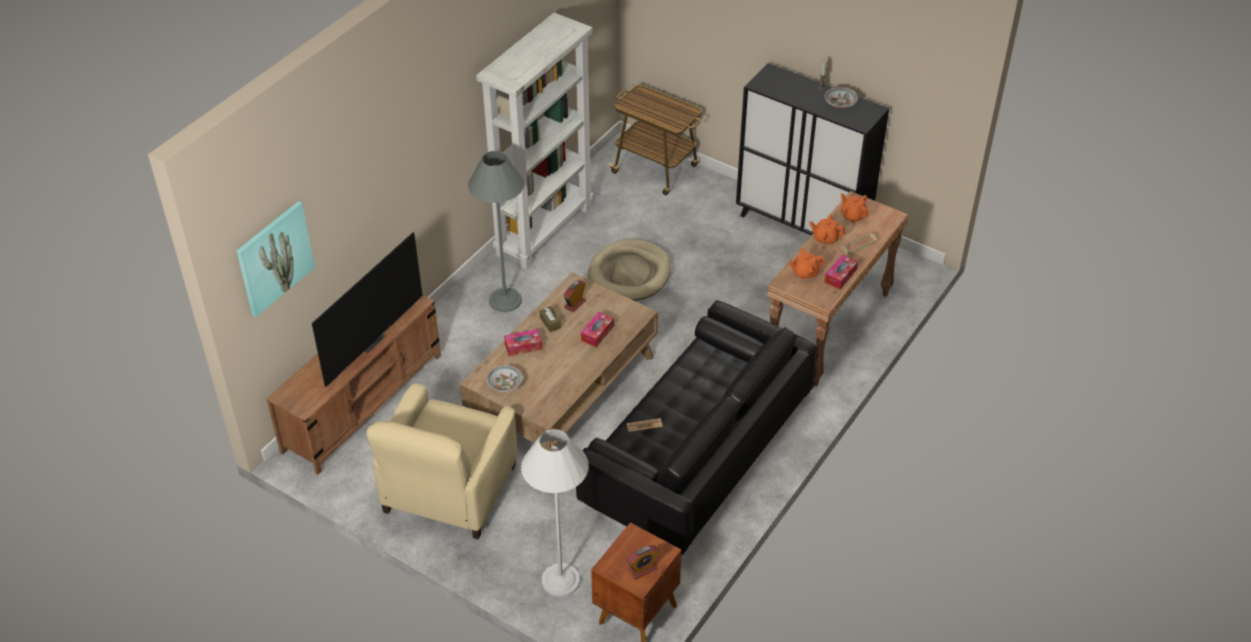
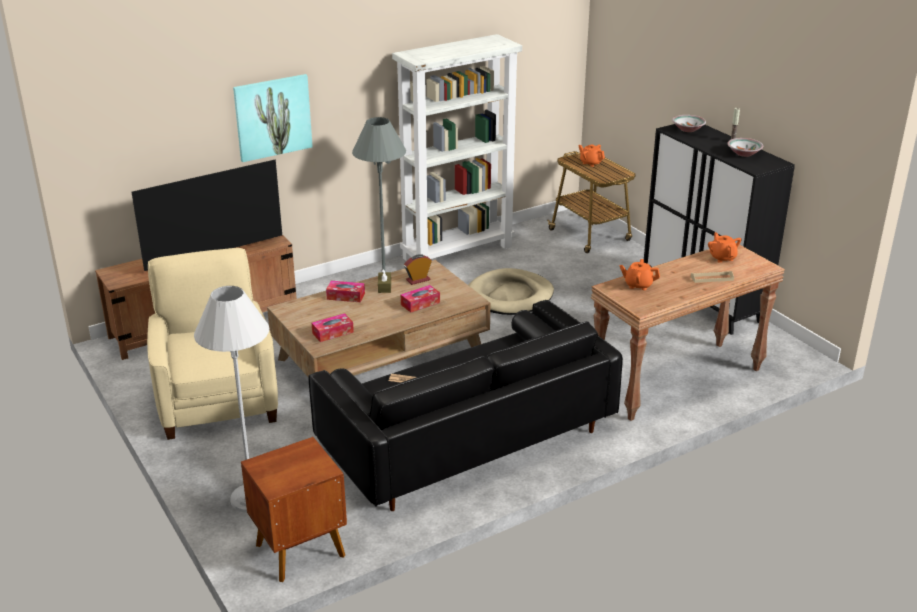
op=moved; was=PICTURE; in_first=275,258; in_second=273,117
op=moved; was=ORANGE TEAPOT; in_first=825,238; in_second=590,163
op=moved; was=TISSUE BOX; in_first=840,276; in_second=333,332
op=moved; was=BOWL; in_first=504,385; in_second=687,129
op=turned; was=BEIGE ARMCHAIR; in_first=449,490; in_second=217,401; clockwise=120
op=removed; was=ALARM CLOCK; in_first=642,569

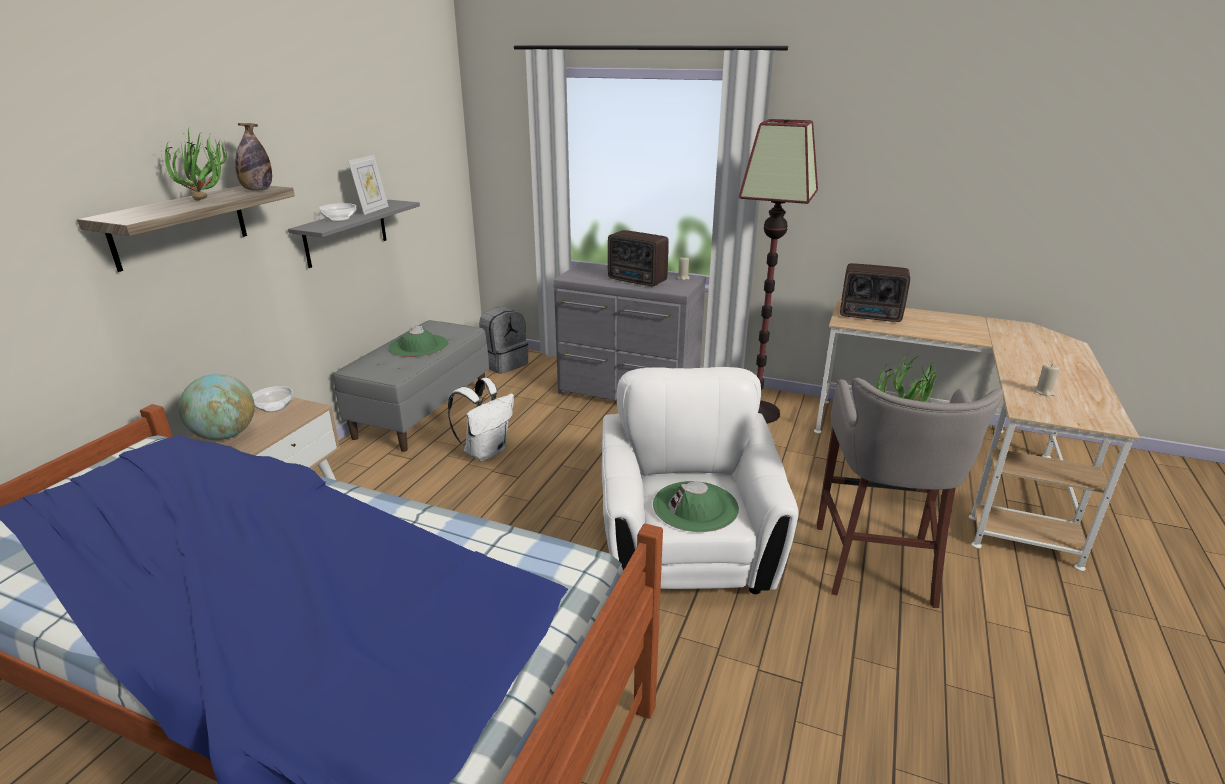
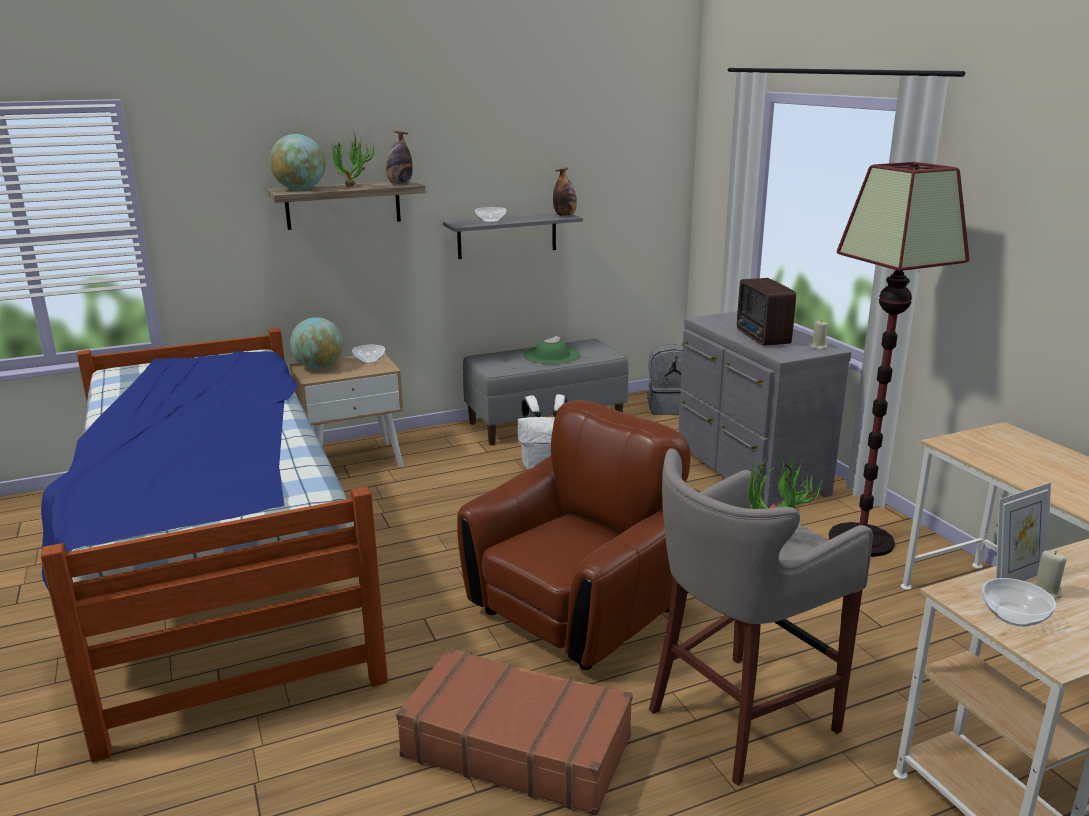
op=moved; was=PICTURE FRAME; in_first=372,210; in_second=1014,577
op=removed; was=RADIO; in_first=871,316
op=recoloured; was=WHITE ARMCHAIR; now=BROWN ARMCHAIR; in_first=687,549; in_second=582,608
op=removed; was=GREEN HAT; in_first=695,506
op=added; now=GLOBE; in_second=300,189
op=added; now=BOTTLE; in_second=565,215
op=added; now=BOWL; in_second=1013,615
op=added; now=BROWN SUITCASE; in_second=517,745

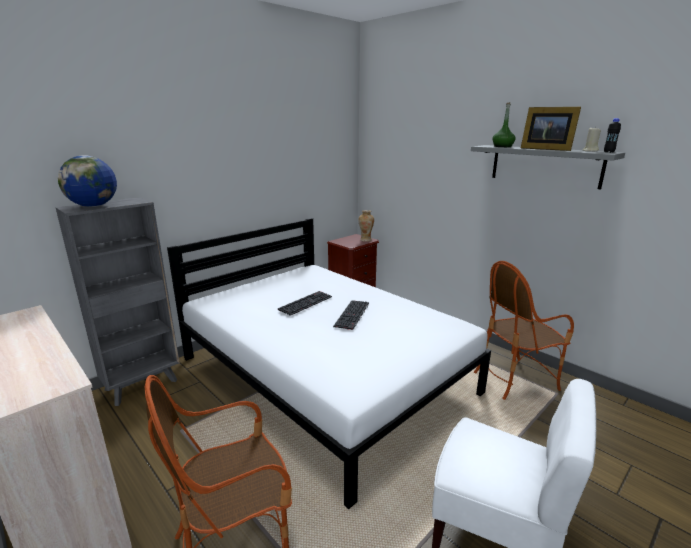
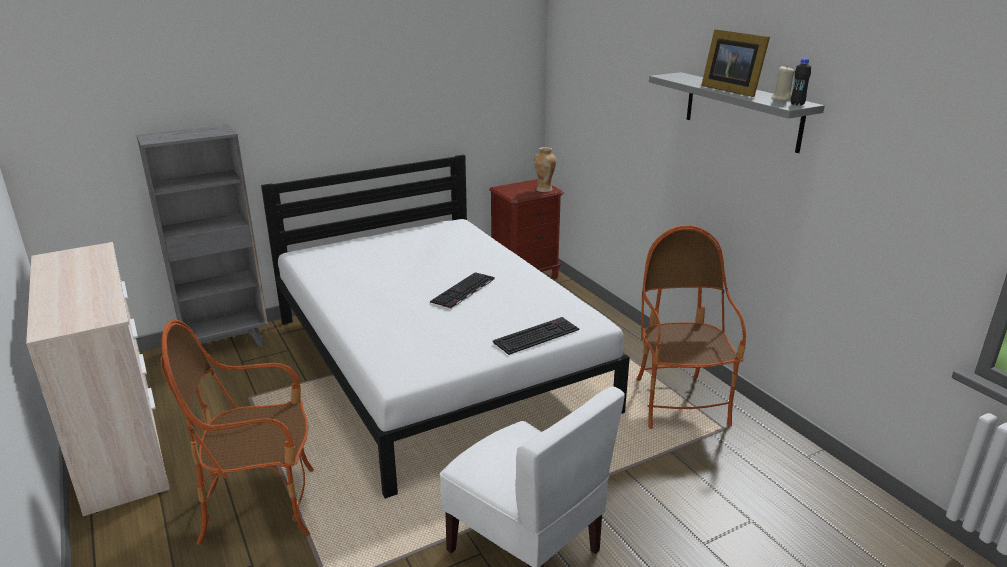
op=removed; was=GREEN BOTTLE; in_first=502,146
op=removed; was=GLOBE; in_first=93,206
op=turned; was=ARMCHAIR; in_first=514,379; in_second=679,403; clockwise=90
op=moved; was=KEYBOARD; in_first=305,302; in_second=536,335

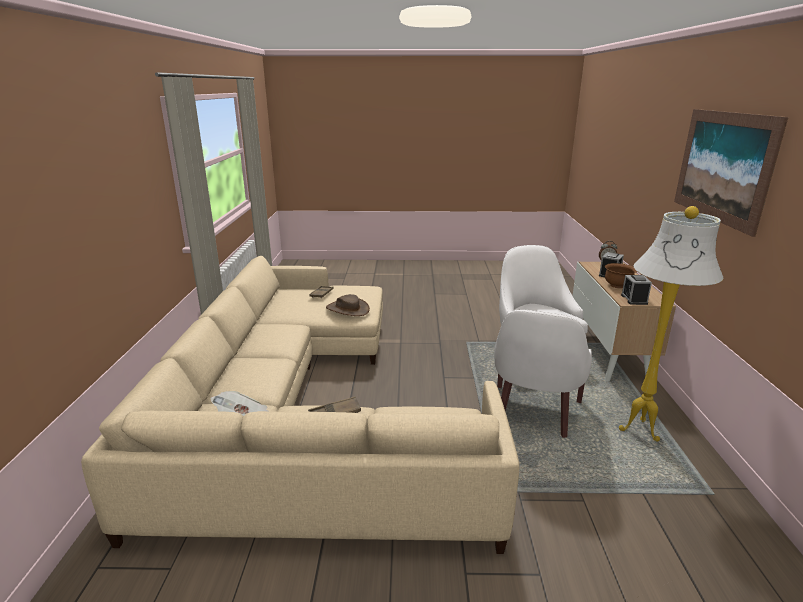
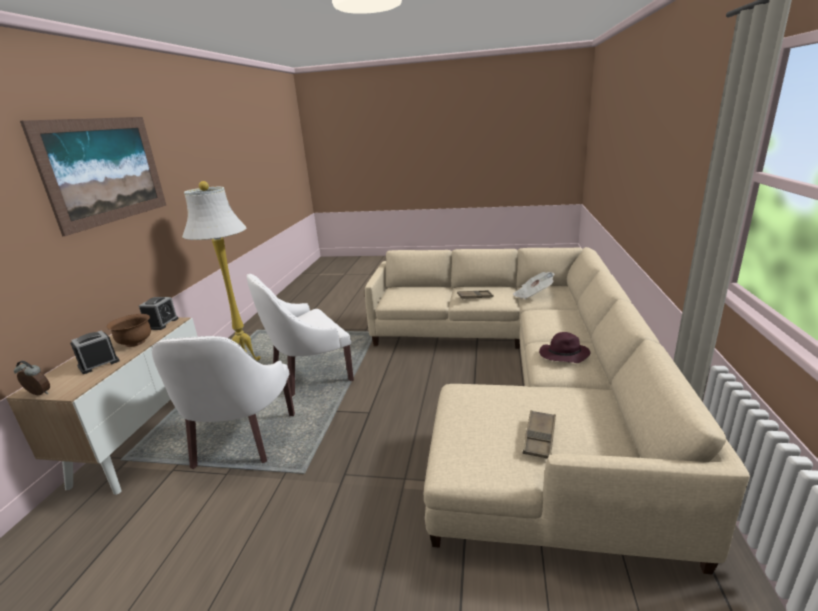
op=removed; was=BROWN HAT; in_first=347,309
op=turned; was=WHITE ARMCHAIR; in_first=534,412; in_second=309,374; clockwise=-150
op=added; now=PURPLE HAT; in_second=563,355

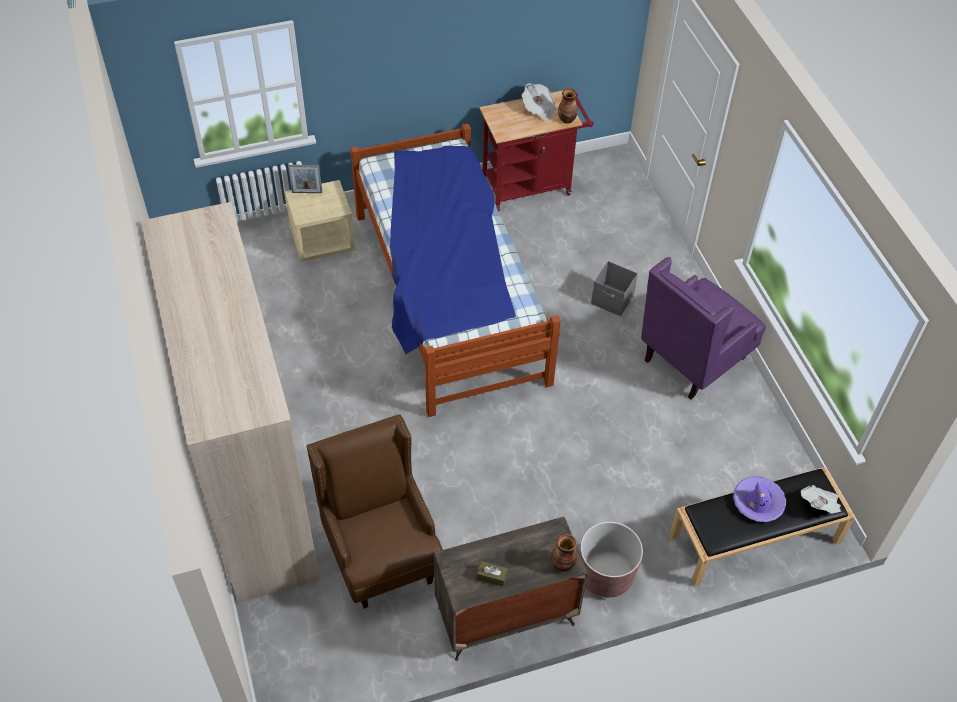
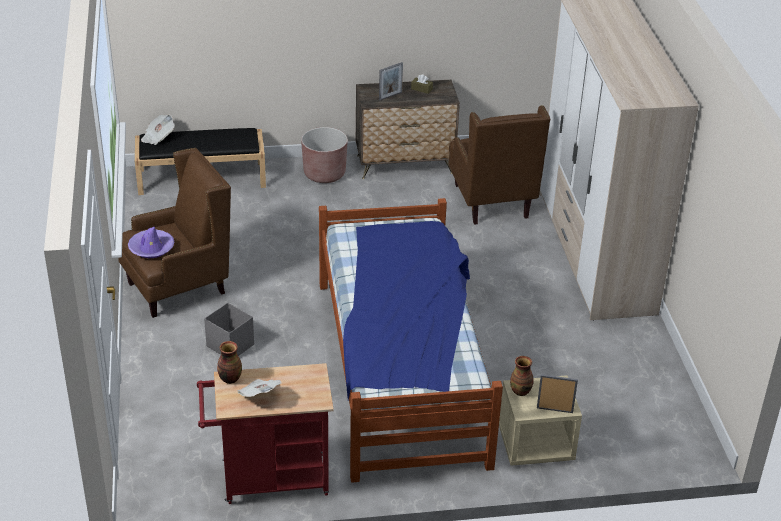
op=recoloured; was=PURPLE ARMCHAIR; now=BROWN ARMCHAIR; in_first=693,360; in_second=178,287
op=moved; was=PURPLE HAT; in_first=758,502; in_second=151,248
op=moved; was=VASE; in_first=562,564; in_second=521,391
op=added; now=PICTURE FRAME; in_second=390,96

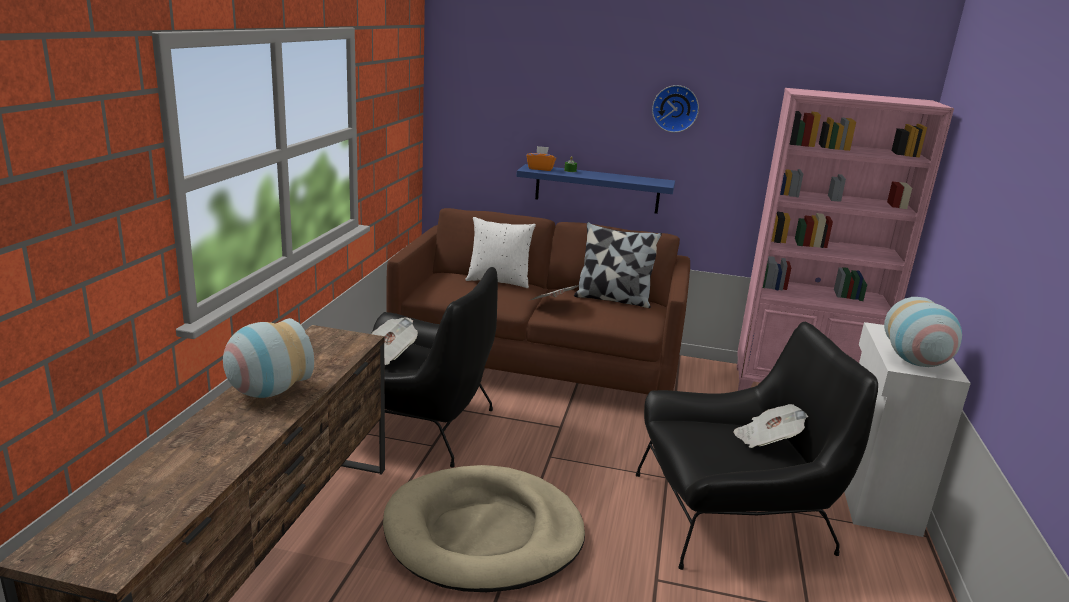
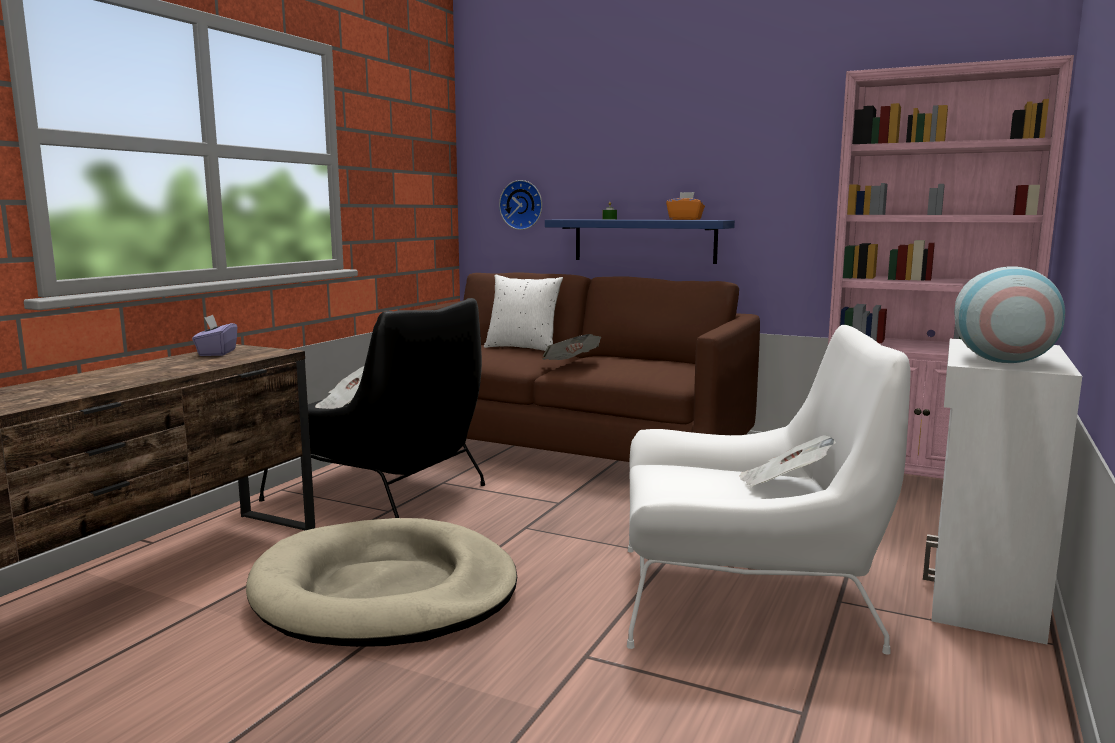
op=moved; was=WALL CLOCK; in_first=675,108; in_second=522,205
op=moved; was=ORANGE TISSUE BOX; in_first=540,168; in_second=685,219
op=removed; was=PILLOW; in_first=613,299
op=removed; was=VASE; in_first=267,392
op=recoloured; was=BLACK ARMCHAIR; now=WHITE ARMCHAIR; in_first=733,514; in_second=744,597
op=added; now=PURPLE TISSUE BOX; in_second=216,353

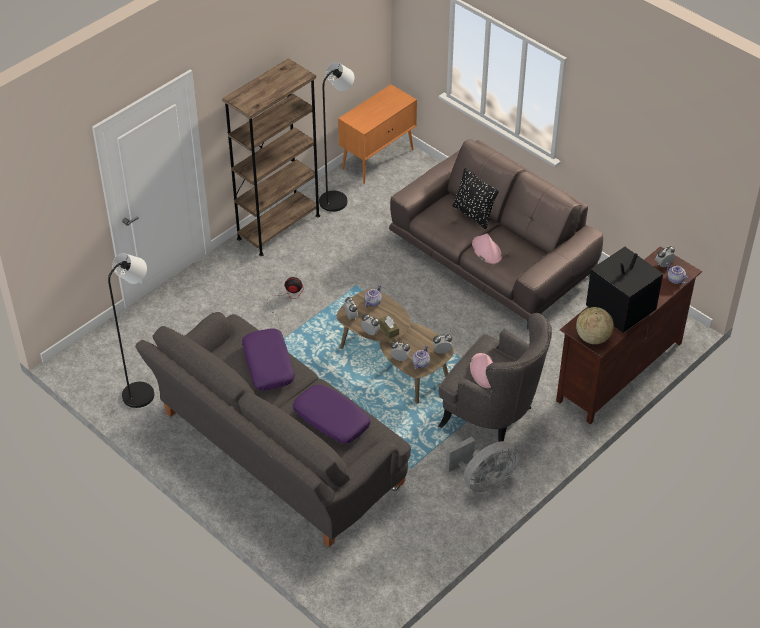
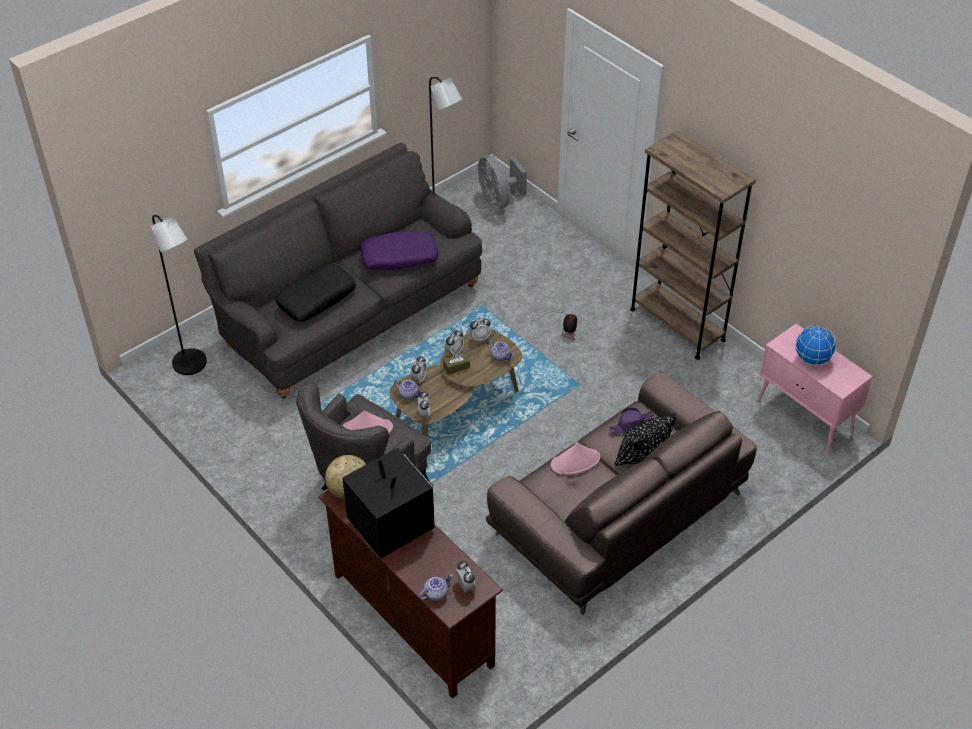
op=moved; was=BLACK FLOOR LAMP; in_first=337,199; in_second=193,366
op=recoloured; was=ORANGE CABINET; now=PINK CABINET; in_first=378,159; in_second=805,418
op=recoloured; was=PURPLE PILLOW; now=BLACK PILLOW; in_first=331,420; in_second=316,298
op=moved; was=GREY FAN; in_first=483,480; in_second=499,200
op=added; now=GLOBE; in_second=812,359
op=added; now=PURPLE HAT; in_second=631,424

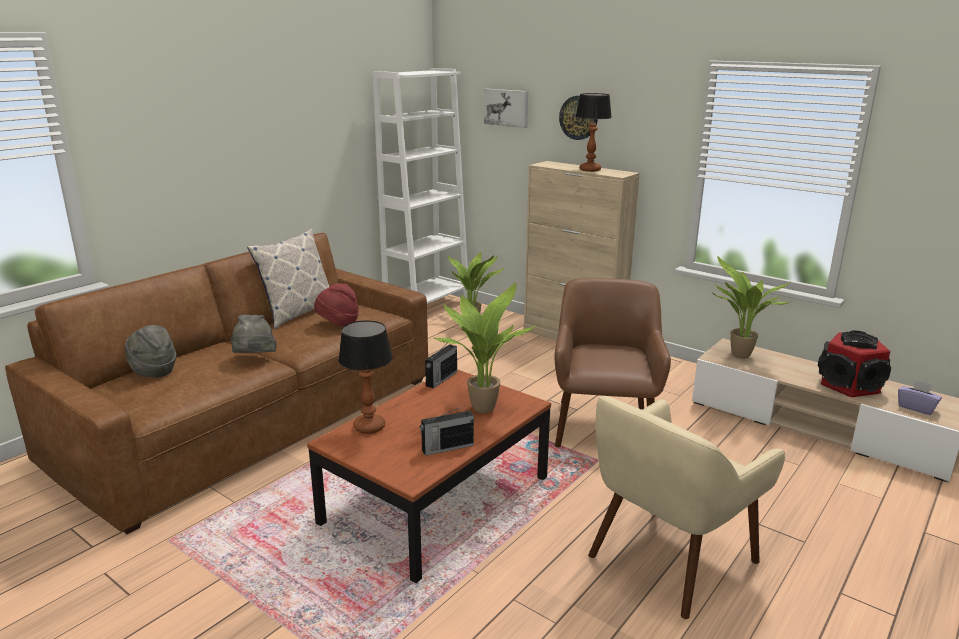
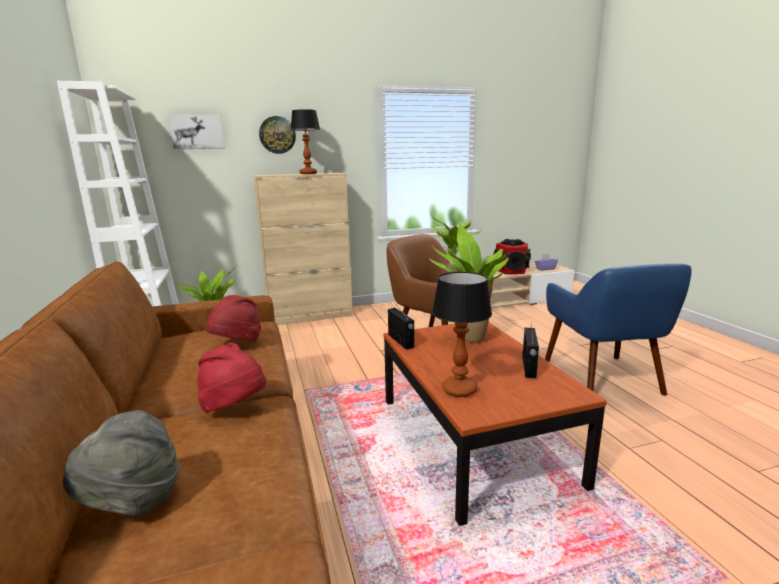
op=removed; was=PILLOW; in_first=297,313
op=recoloured; was=GREY HAT; now=RED HAT; in_first=254,359; in_second=235,408
op=recoloured; was=BEIGE ARMCHAIR; now=BLUE ARMCHAIR; in_first=669,559; in_second=603,379

